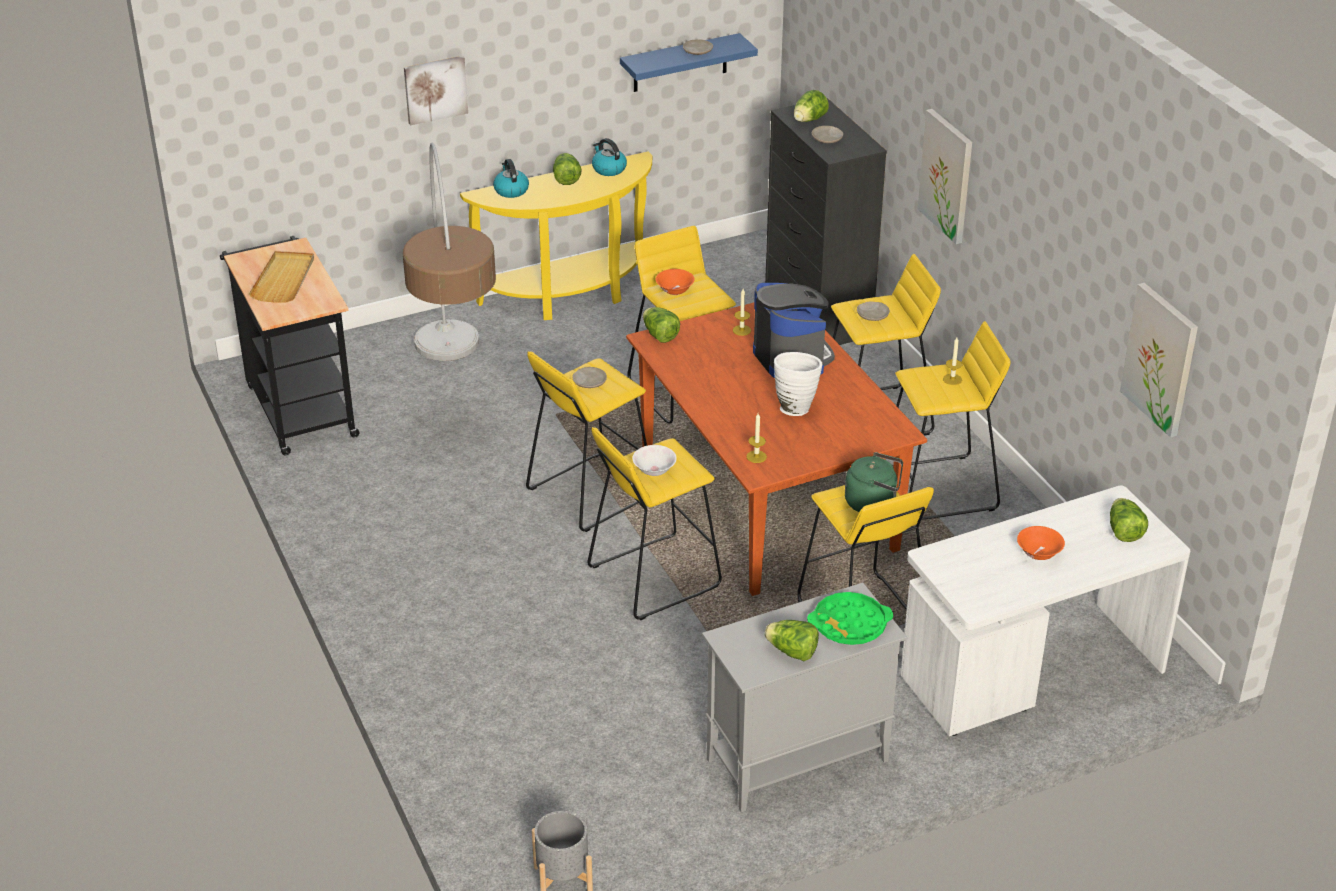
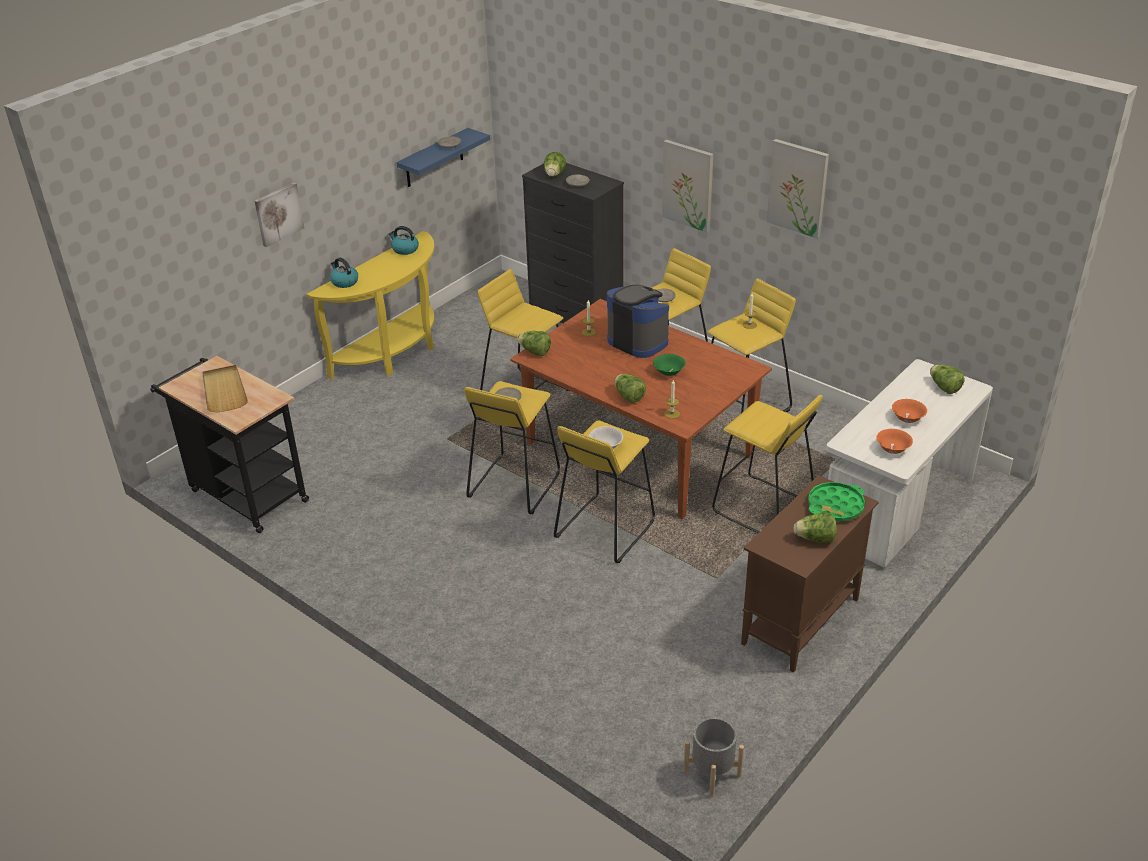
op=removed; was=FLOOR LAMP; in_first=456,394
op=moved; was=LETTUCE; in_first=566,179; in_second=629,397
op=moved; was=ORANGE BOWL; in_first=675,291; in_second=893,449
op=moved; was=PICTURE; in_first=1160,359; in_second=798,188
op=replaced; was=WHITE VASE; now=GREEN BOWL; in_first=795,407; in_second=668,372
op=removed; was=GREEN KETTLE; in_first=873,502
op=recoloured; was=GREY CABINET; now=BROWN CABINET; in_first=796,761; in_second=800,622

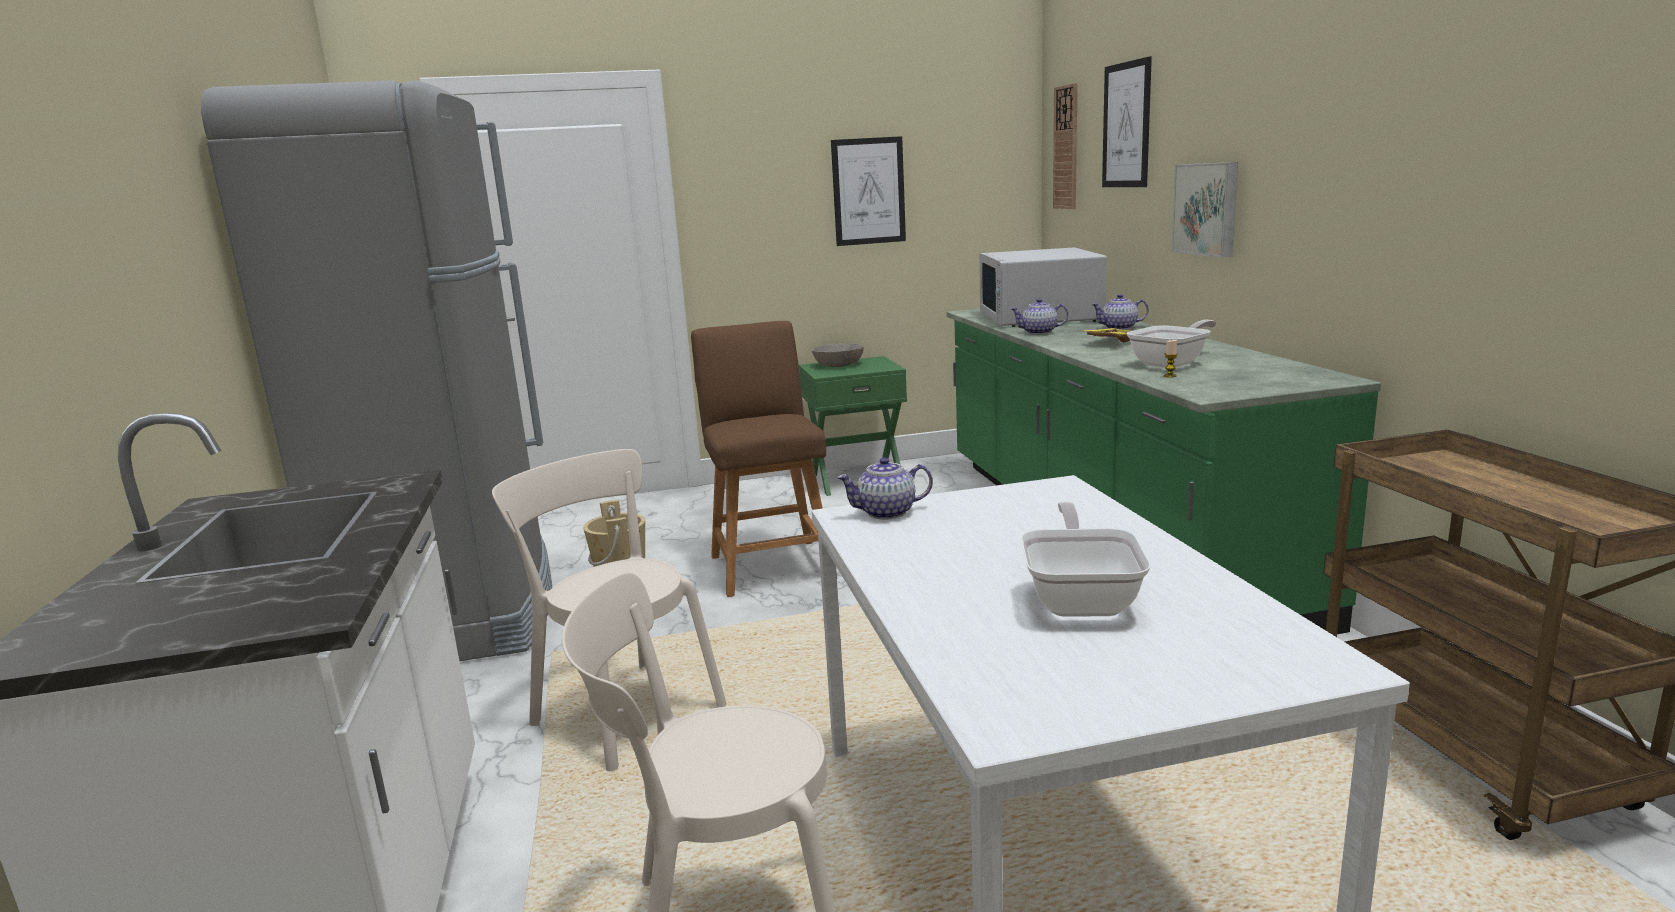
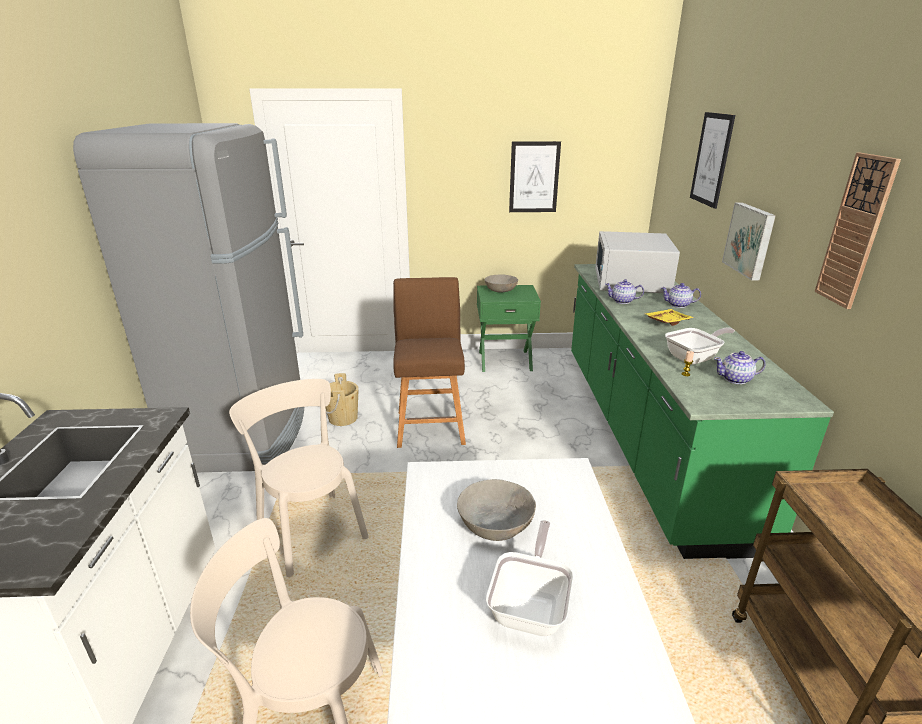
op=moved; was=WALL CLOCK; in_first=1066,147; in_second=855,232
op=moved; was=TEAPOT; in_first=887,512; in_second=735,379
op=added; now=GREY BOWL; in_second=495,523

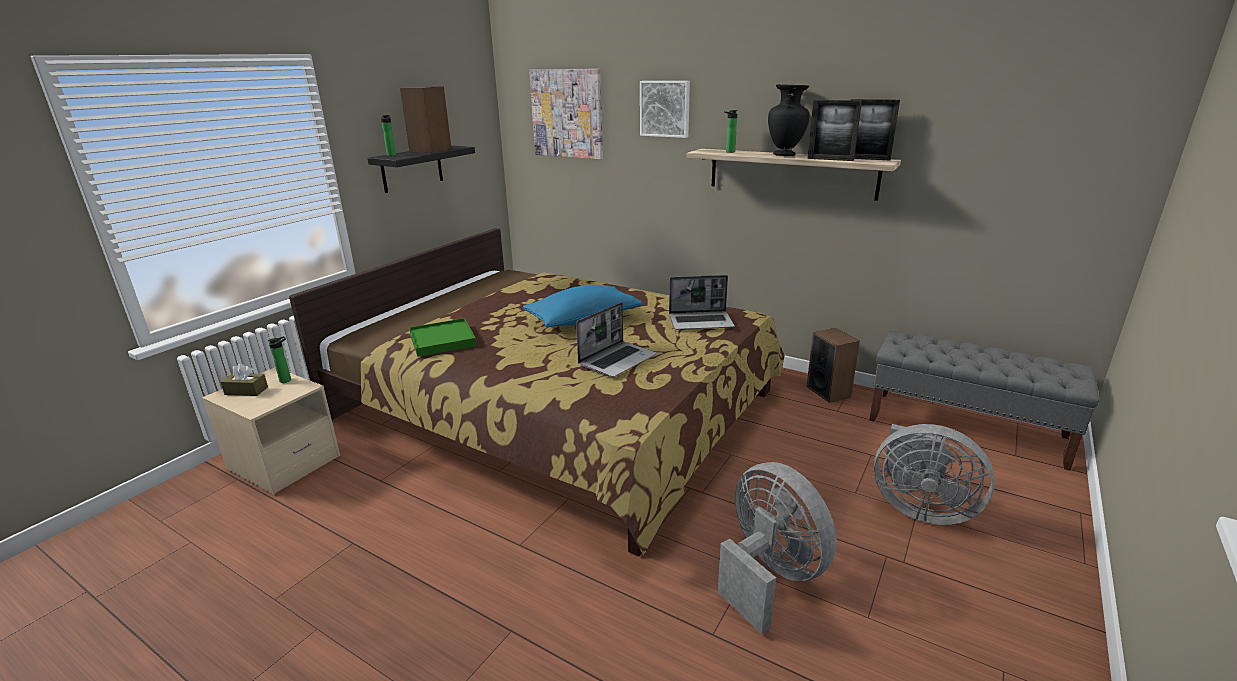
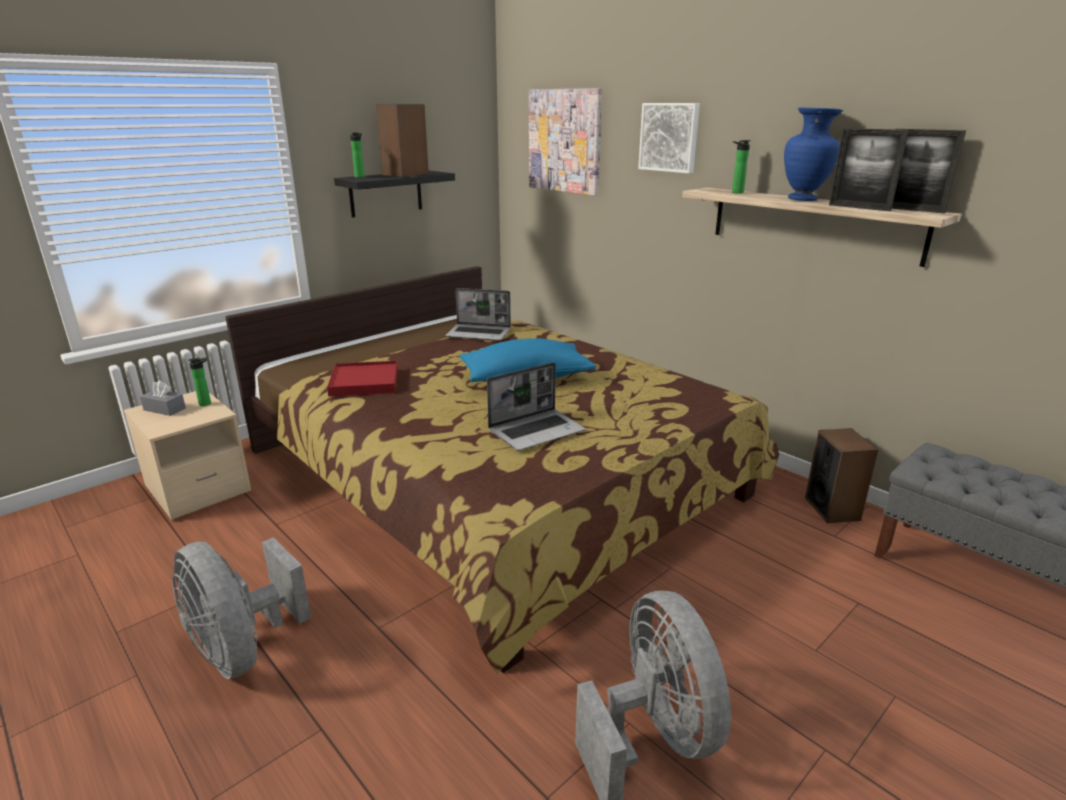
op=recoloured; was=BLACK VASE; now=BLUE VASE; in_first=785,155; in_second=803,200
op=moved; was=LAPTOP; in_first=701,322; in_second=479,334
op=recoloured; was=GREEN TRAY; now=RED TRAY; in_first=442,340; in_second=364,382
op=recoloured; was=BROWN TISSUE BOX; now=GREY TISSUE BOX; in_first=246,391; in_second=164,409
op=moved; was=GREY FAN; in_first=919,508; in_second=243,649

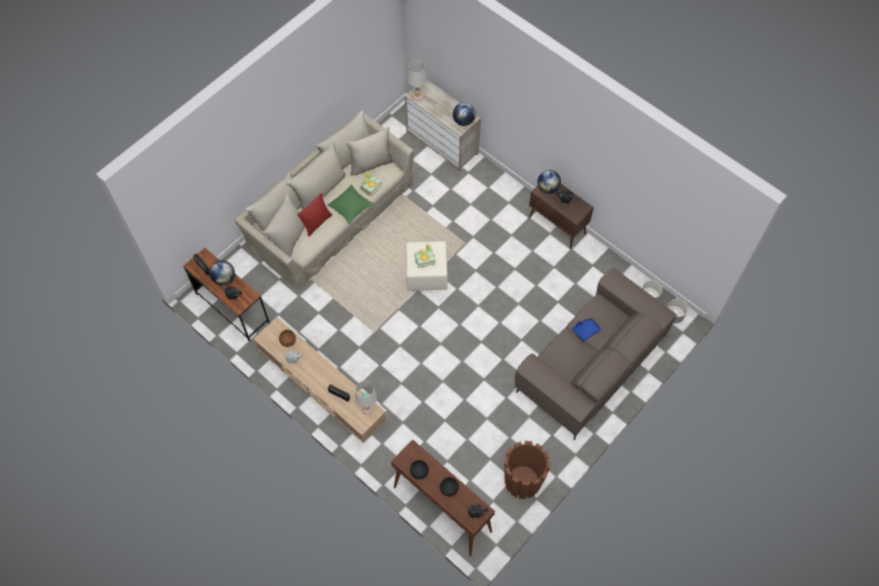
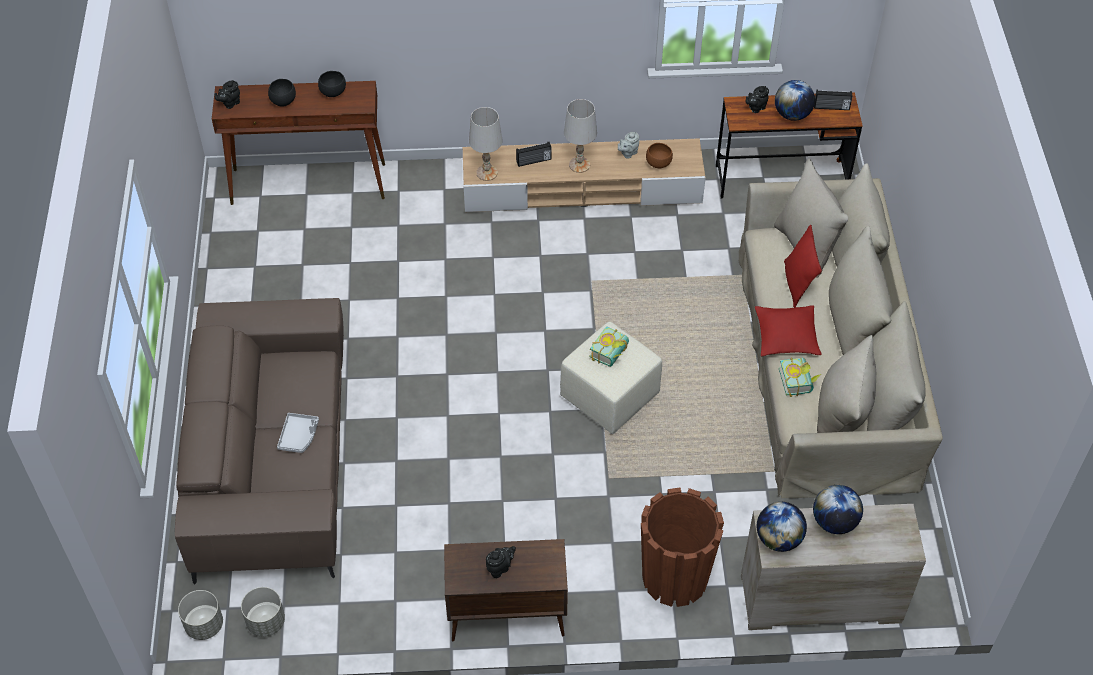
op=moved; was=WHITE TABLE LAMP; in_first=417,96; in_second=579,164
op=moved; was=GLOBE; in_first=548,188; in_second=834,522
op=recoloured; was=GREEN PILLOW; now=RED PILLOW; in_first=350,206; in_second=786,336
op=recoloured; was=BLUE TRAY; now=GREY TRAY; in_first=585,330; in_second=299,436
op=moved; was=BROWN PLANTER; in_first=522,481; in_second=675,577

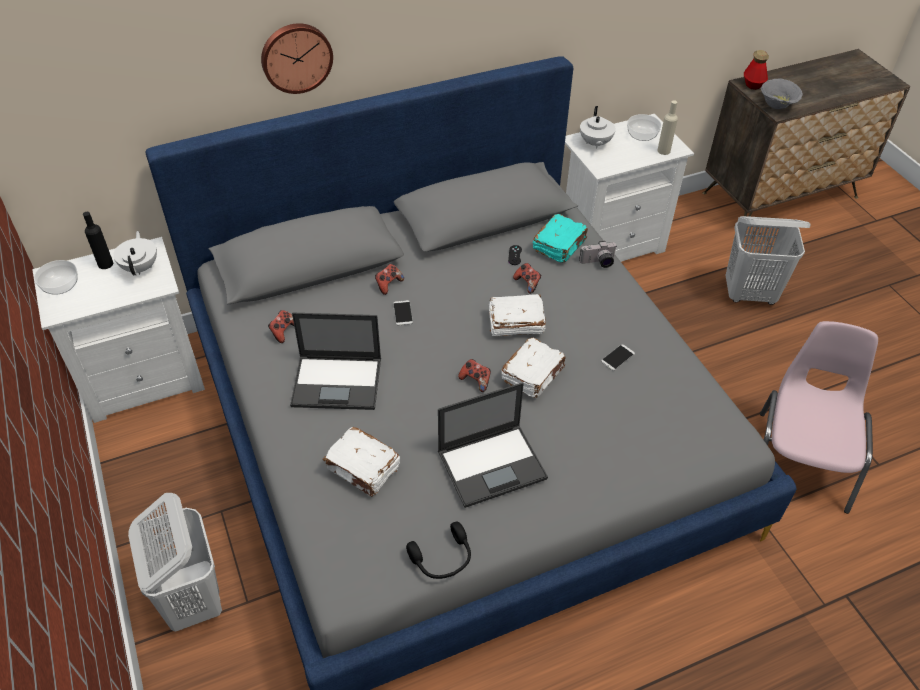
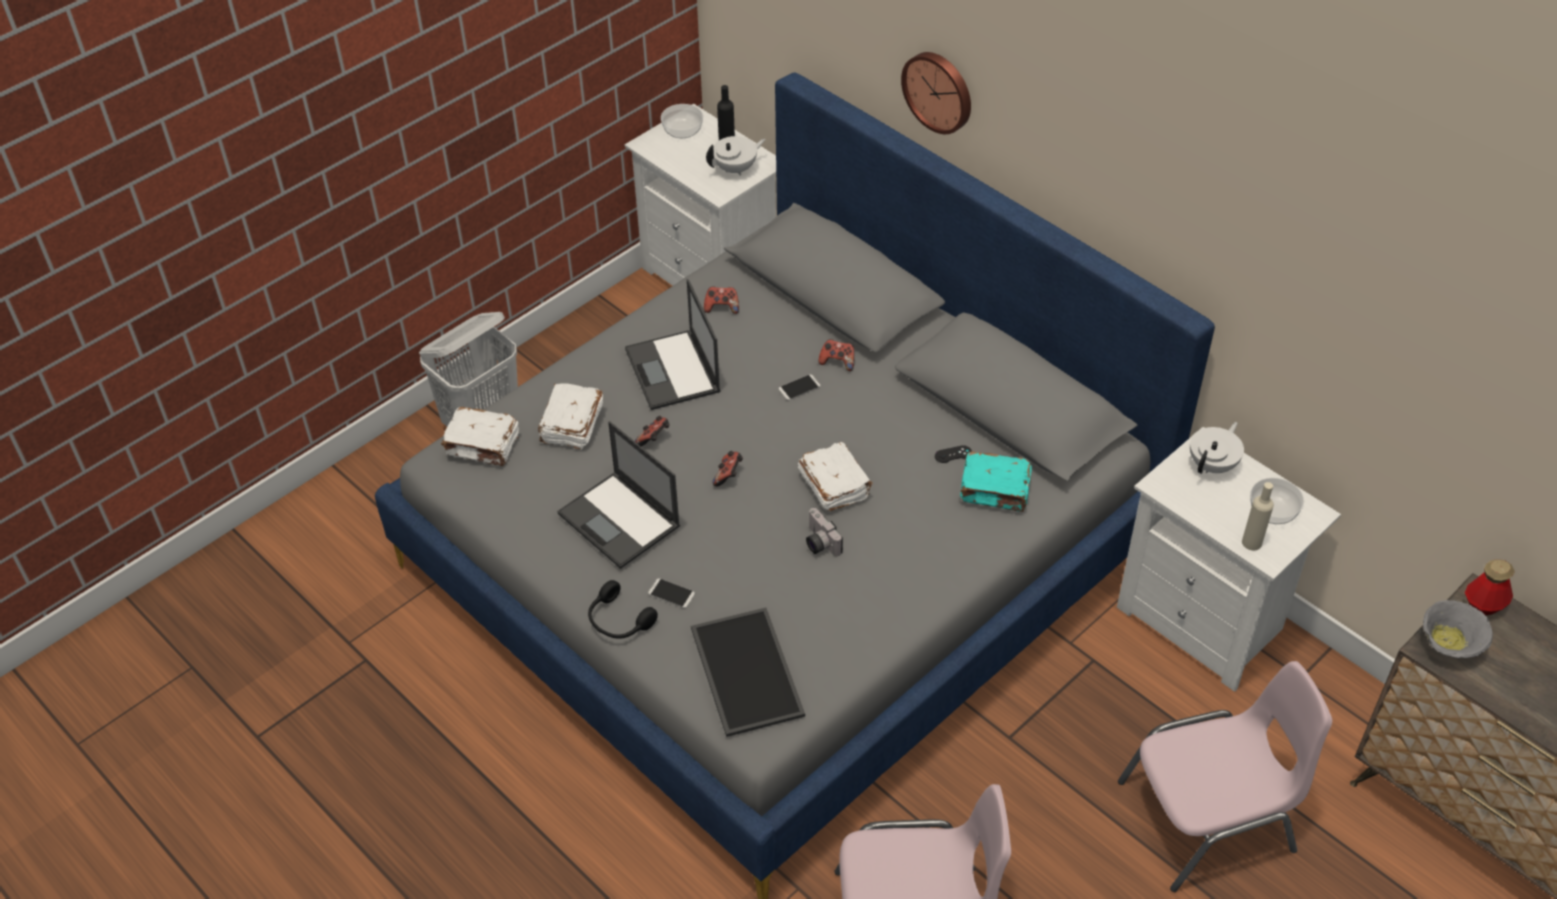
op=turned; was=WHITE TEAPOT; in_first=595,143; in_second=1213,464; clockwise=150
op=replaced; was=WHITE LAUNDRY BASKET; now=PINK CHAIR; in_first=750,294; in_second=1210,818
op=moved; was=PHOTO CAMERA; in_first=598,263; in_second=819,543
op=moved; was=GAME CONTROLLER; in_first=527,283; in_second=654,439
op=moved; was=WHITE BOOK; in_first=533,374; in_second=483,446
op=moved; was=PHONE; in_first=617,358; in_second=671,594
op=moved; was=BLACK HEADPHONES; in_first=442,559; in_second=618,621
op=added; now=TRAY; in_second=744,671

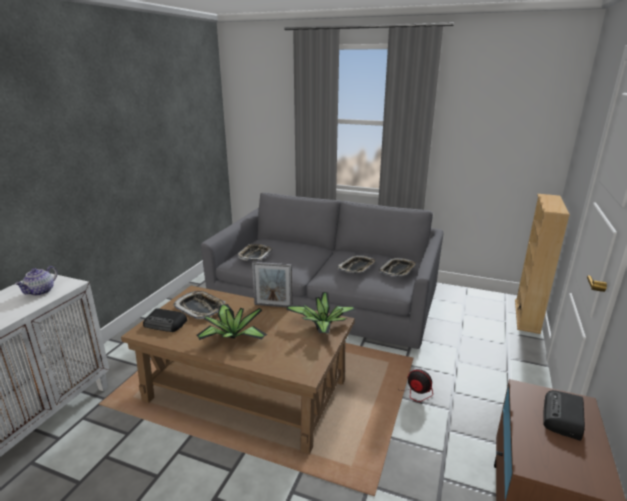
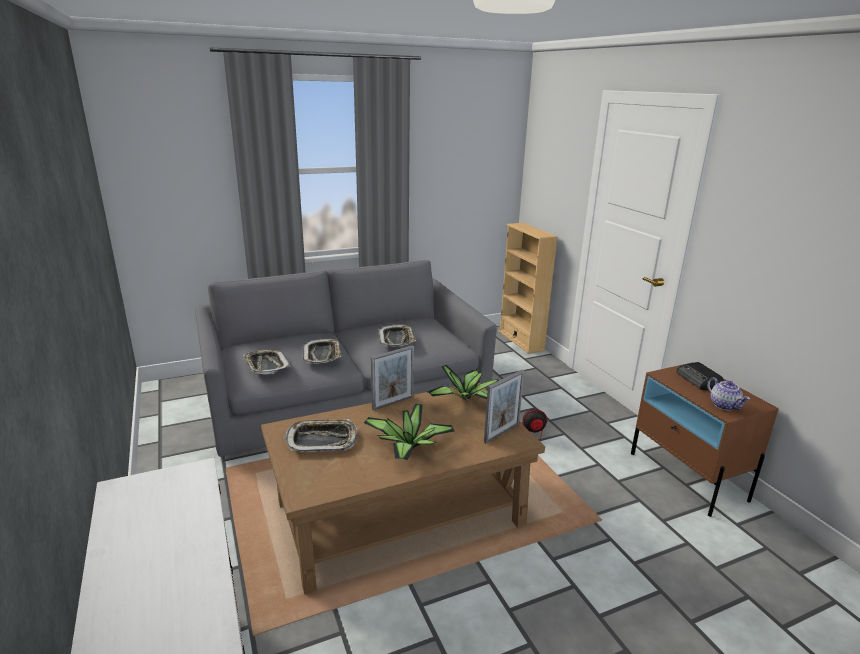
op=moved; was=TRAY; in_first=397,270; in_second=322,355
op=moved; was=TEAPOT; in_first=40,291; in_second=724,405
op=removed; was=RADIO; in_first=165,324
op=added; now=PICTURE FRAME; in_second=501,433

